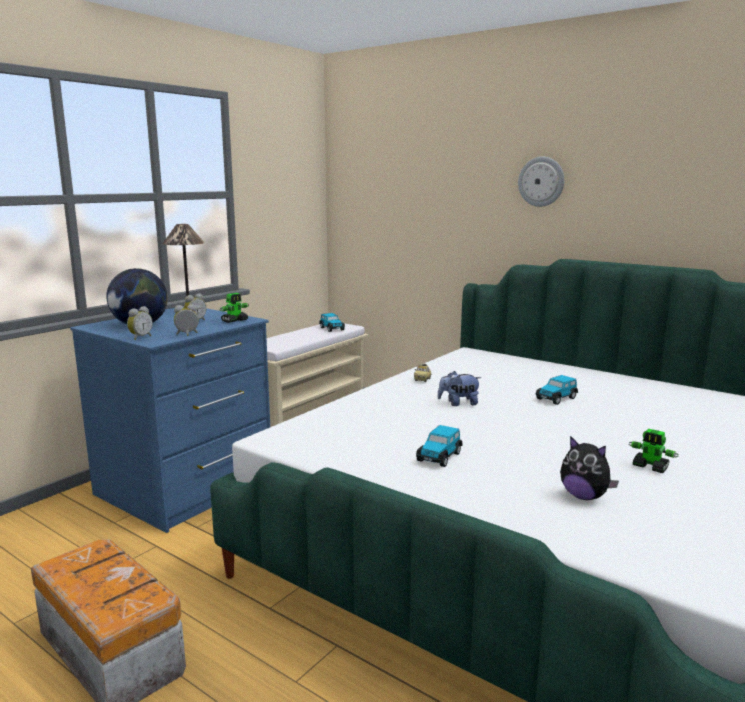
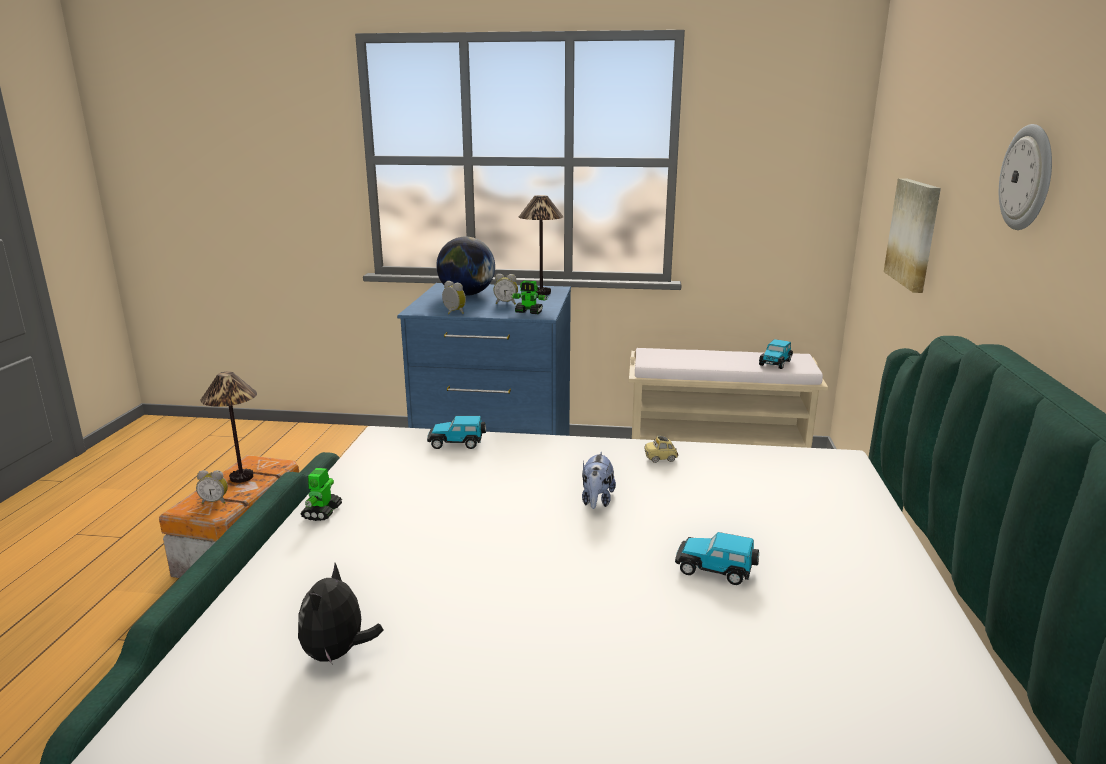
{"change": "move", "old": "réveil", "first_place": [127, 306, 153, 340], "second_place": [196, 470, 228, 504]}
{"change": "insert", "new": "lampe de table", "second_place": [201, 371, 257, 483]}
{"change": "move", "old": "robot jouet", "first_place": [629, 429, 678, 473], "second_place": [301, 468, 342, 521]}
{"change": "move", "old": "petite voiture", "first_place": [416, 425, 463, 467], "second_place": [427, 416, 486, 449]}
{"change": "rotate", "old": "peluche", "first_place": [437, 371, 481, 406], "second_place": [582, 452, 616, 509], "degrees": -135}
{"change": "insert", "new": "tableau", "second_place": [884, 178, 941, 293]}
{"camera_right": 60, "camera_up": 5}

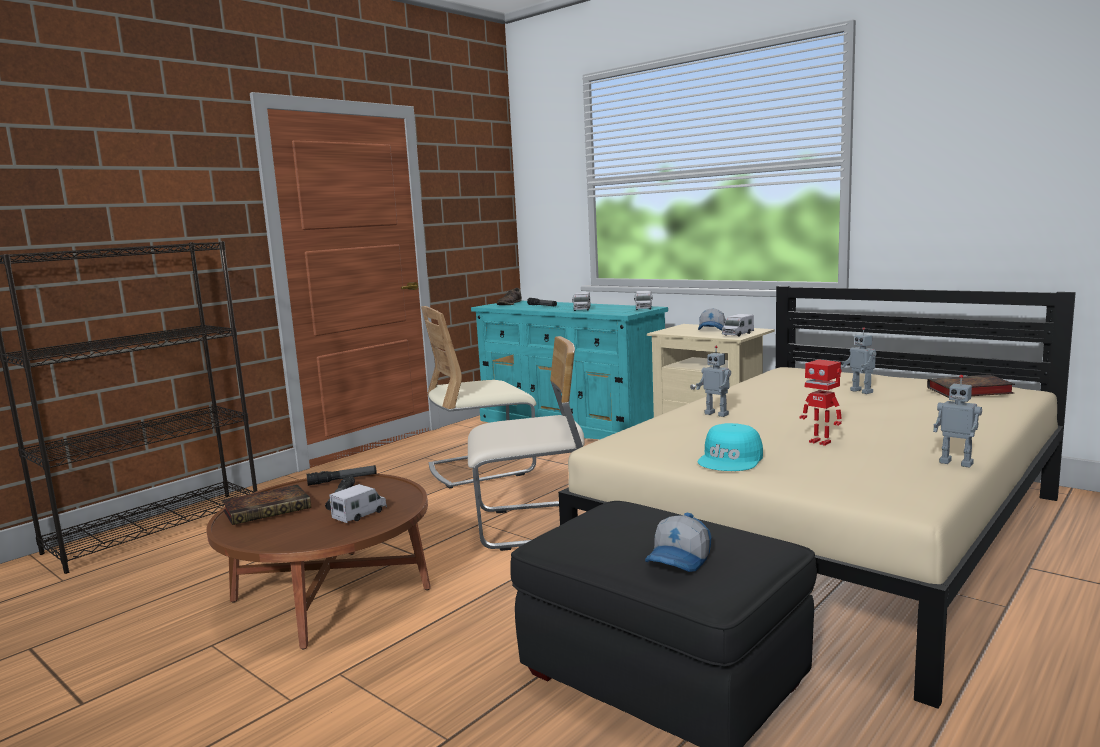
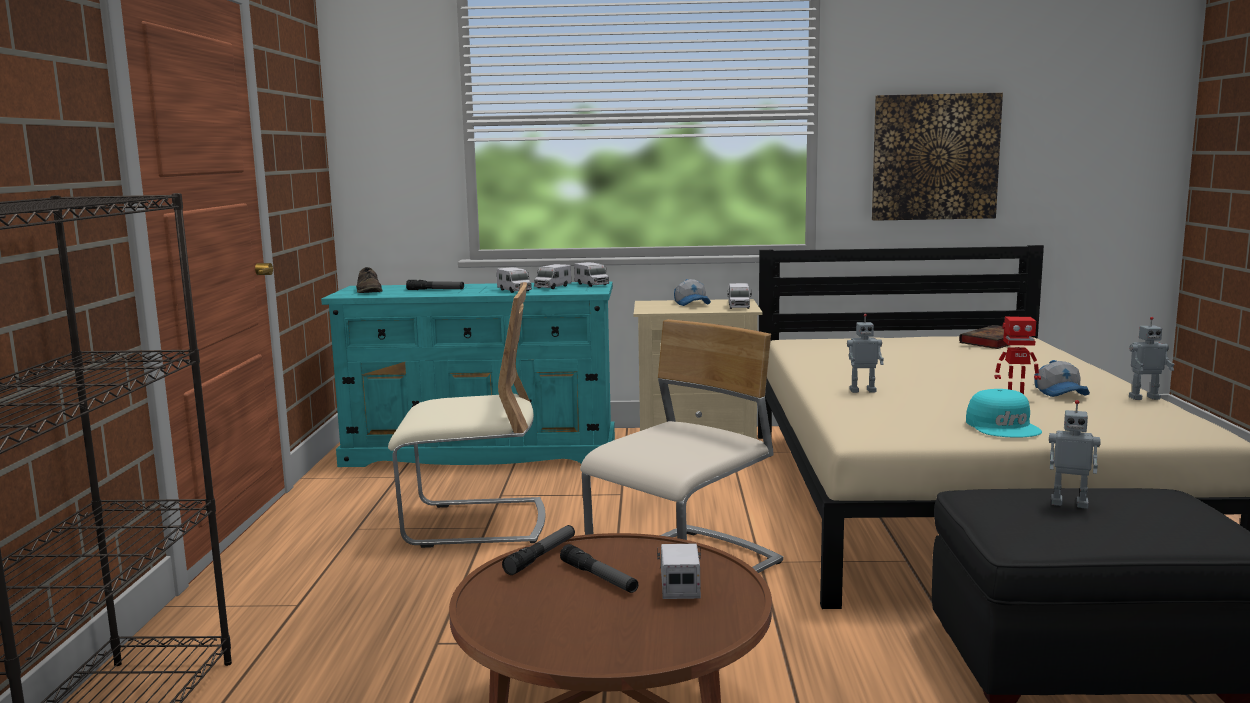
{"change": "rotate", "old": "chaise [beige]", "first_place": [421, 306, 536, 489], "second_place": [388, 282, 545, 548], "degrees": -120}
{"change": "insert", "new": "camion jouet", "second_place": [534, 264, 572, 289]}
{"change": "insert", "new": "tableau", "second_place": [872, 93, 1003, 221]}
{"change": "move", "old": "casquette", "first_place": [645, 512, 711, 572], "second_place": [1034, 360, 1090, 397]}
{"change": "move", "old": "robot jouet", "first_place": [842, 327, 877, 394], "second_place": [1049, 400, 1101, 509]}
{"change": "delete", "old": "livre", "first_place": [222, 485, 311, 525]}
{"camera_right": -40, "camera_up": 0}

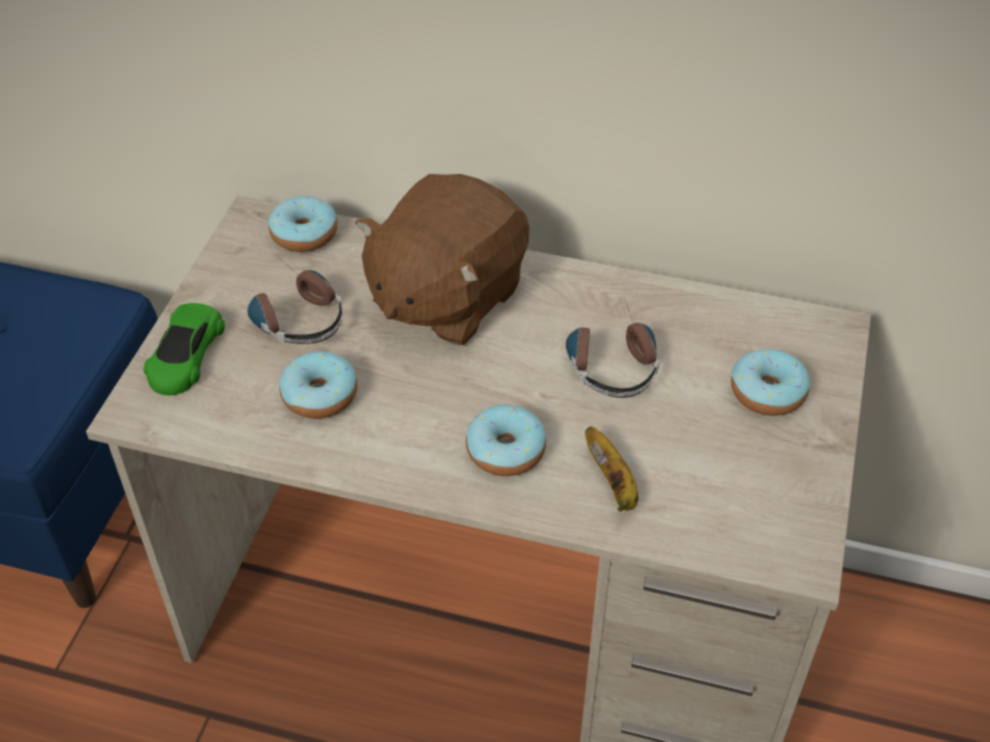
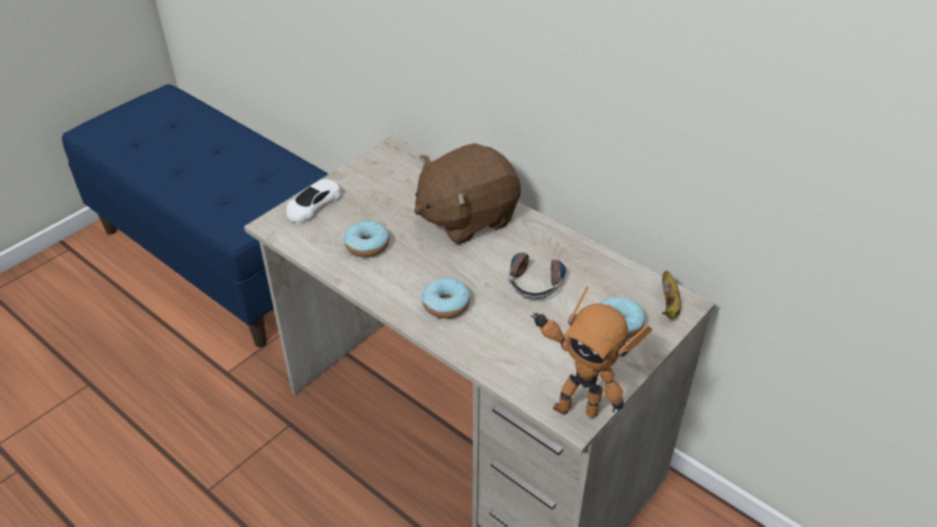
{"change": "recolor", "old": "petite voiture [vert]", "new": "petite voiture [blanc]", "first_place": [144, 303, 225, 395], "second_place": [286, 179, 341, 223]}
{"change": "insert", "new": "robot jouet", "second_place": [531, 287, 652, 418]}
{"change": "move", "old": "banane", "first_place": [585, 426, 638, 512], "second_place": [662, 271, 681, 319]}
{"change": "delete", "old": "casque audio", "first_place": [248, 257, 343, 344]}
{"change": "delete", "old": "beignet", "first_place": [268, 196, 338, 252]}
{"camera_right": 25, "camera_up": -5}

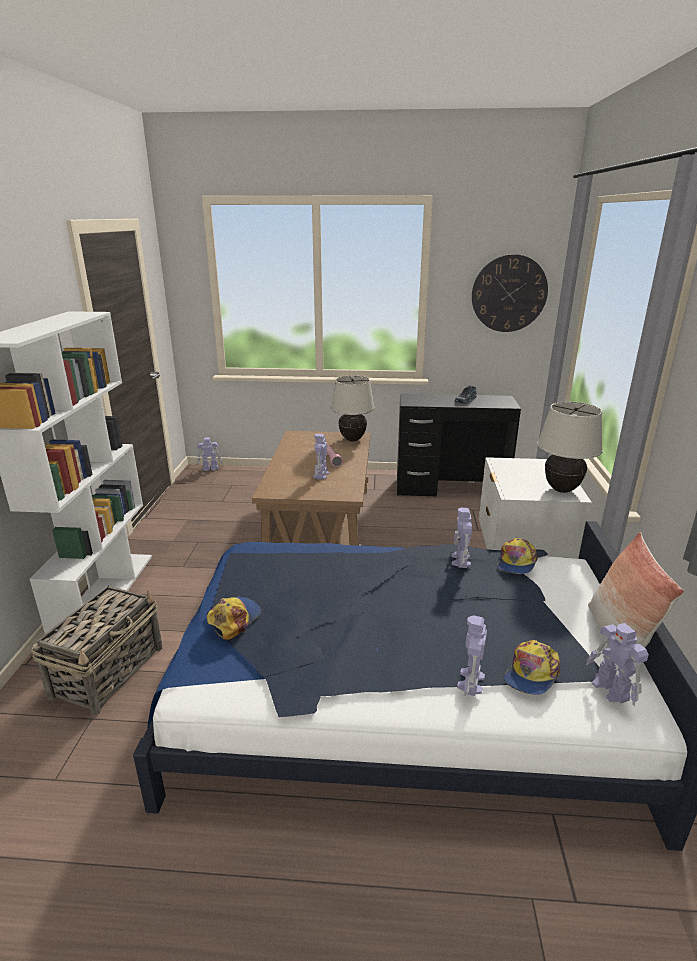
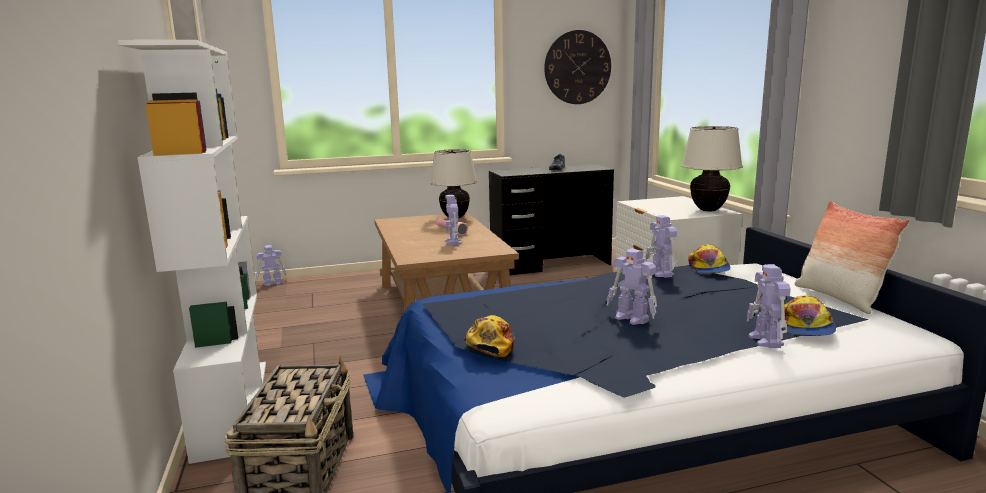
{"change": "move", "old": "robot jouet", "first_place": [586, 623, 649, 706], "second_place": [607, 249, 657, 325]}
{"camera_right": -20, "camera_up": -10}

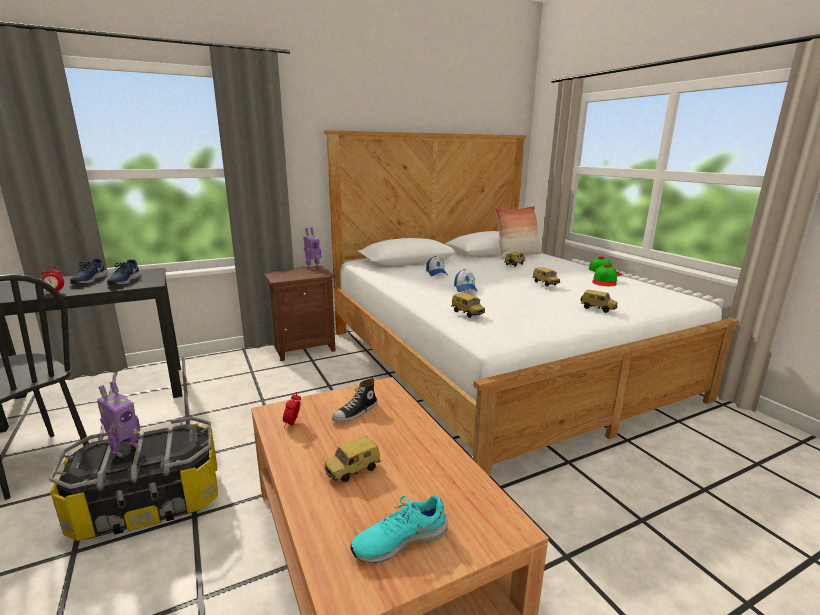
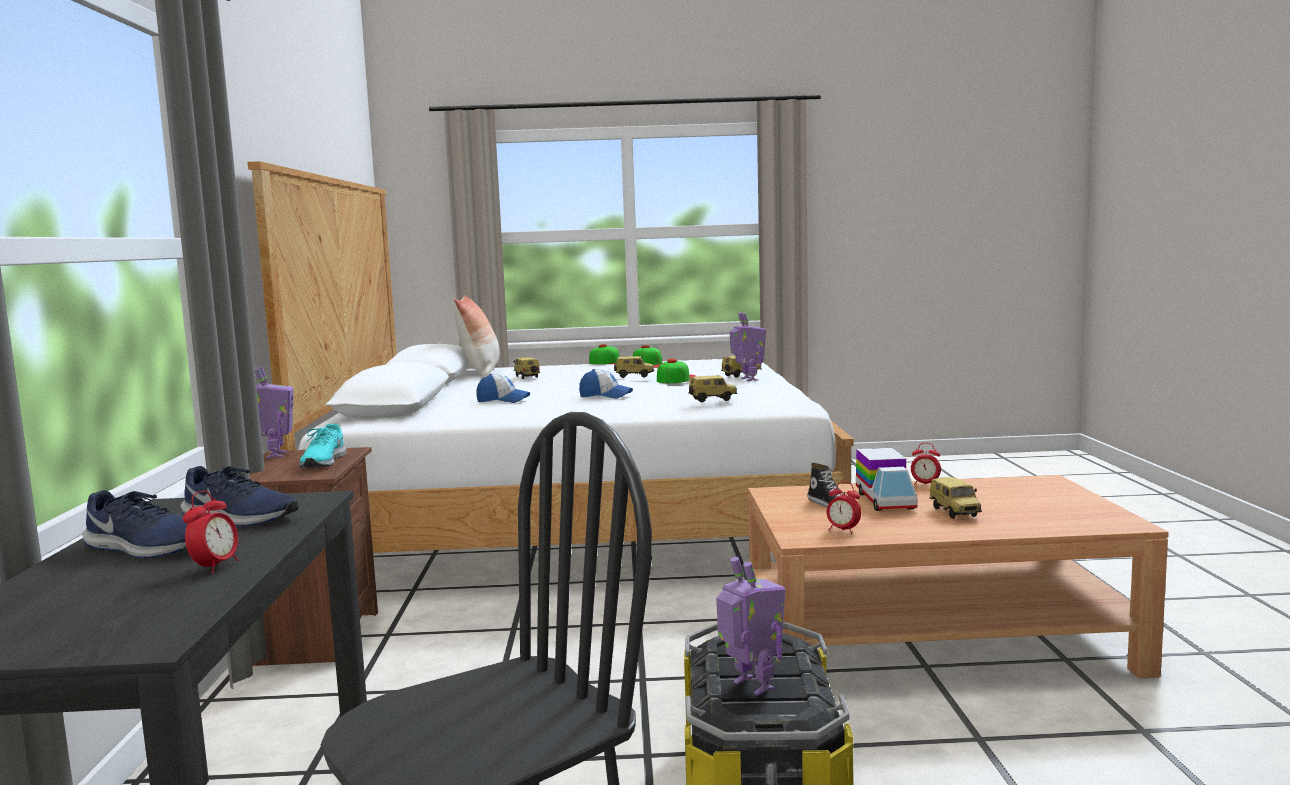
{"change": "move", "old": "chaussure [turquoise]", "first_place": [351, 495, 448, 564], "second_place": [299, 424, 347, 467]}
{"change": "insert", "new": "casquette", "second_place": [657, 359, 696, 383]}
{"change": "insert", "new": "robot jouet", "second_place": [729, 312, 766, 381]}
{"change": "insert", "new": "camion jouet", "second_place": [856, 448, 917, 511]}
{"change": "insert", "new": "réveil", "second_place": [911, 443, 941, 485]}
{"camera_right": -65, "camera_up": -10}

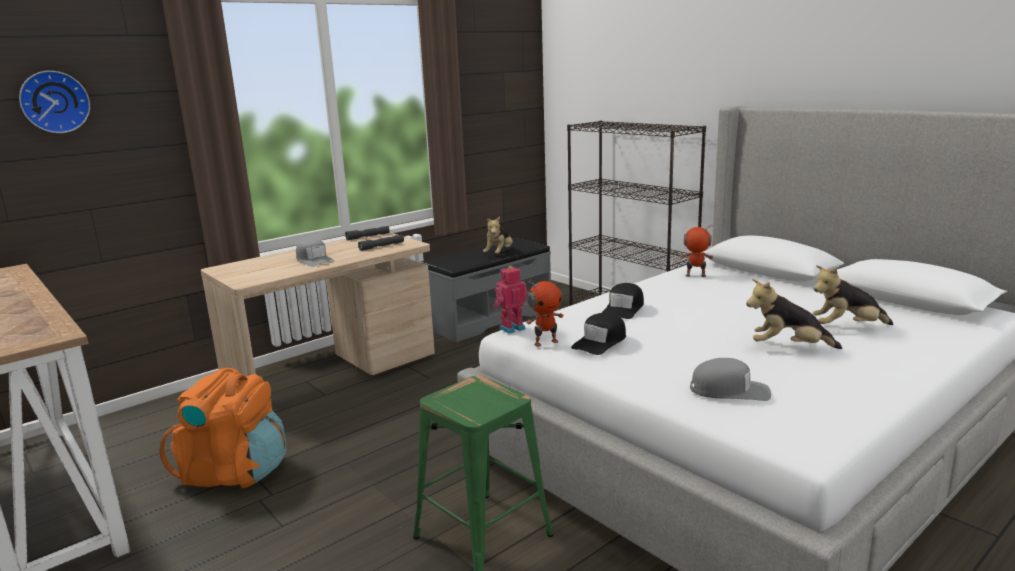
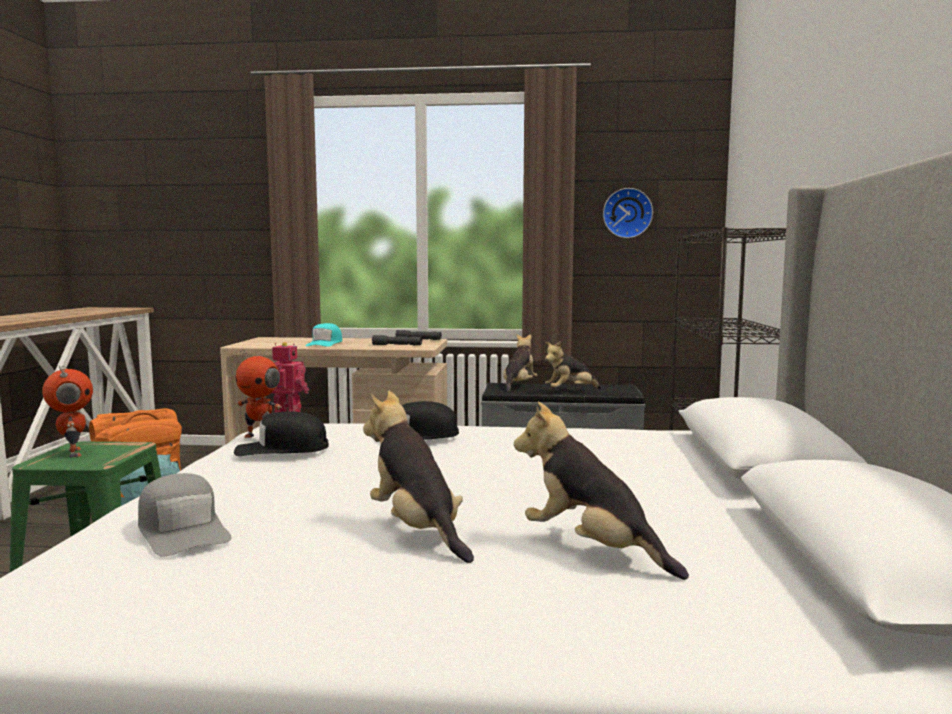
{"change": "move", "old": "robot jouet", "first_place": [680, 224, 713, 277], "second_place": [42, 365, 93, 457]}
{"change": "recolor", "old": "casquette [gris]", "new": "casquette [turquoise]", "first_place": [296, 239, 335, 267], "second_place": [305, 323, 342, 347]}
{"change": "insert", "new": "peluche", "second_place": [503, 333, 537, 392]}
{"change": "move", "old": "horloge murale", "first_place": [19, 71, 90, 133], "second_place": [603, 188, 653, 238]}
{"camera_right": 45, "camera_up": -10}

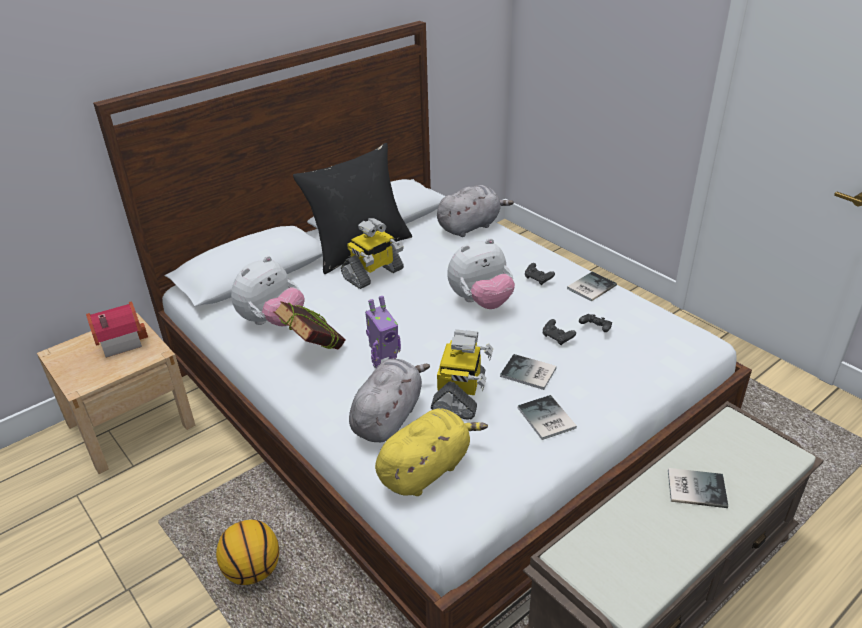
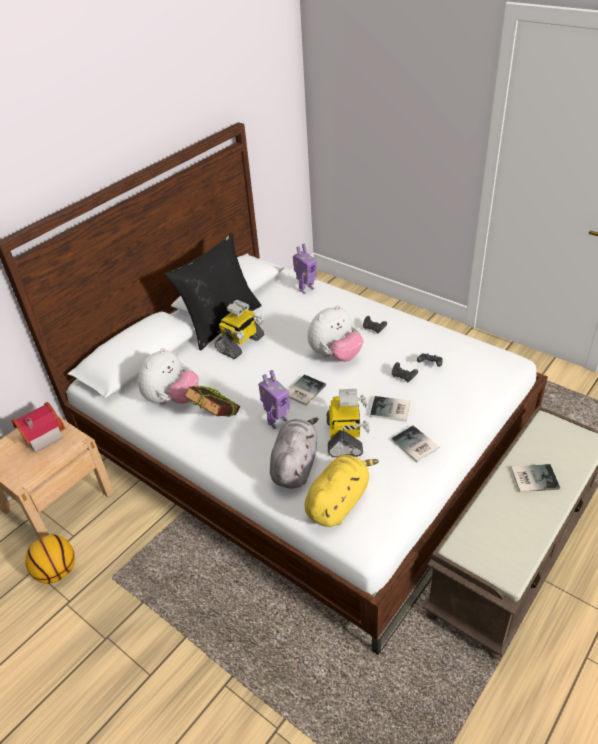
{"change": "move", "old": "ballon de basket", "first_place": [216, 520, 279, 585], "second_place": [25, 535, 75, 584]}
{"change": "move", "old": "livre", "first_place": [567, 272, 617, 301], "second_place": [288, 374, 326, 406]}
{"change": "replace", "old": "peluche [gris]", "new": "robot jouet", "first_place": [437, 185, 514, 237], "second_place": [293, 244, 317, 294]}
{"camera_right": -10, "camera_up": 5}

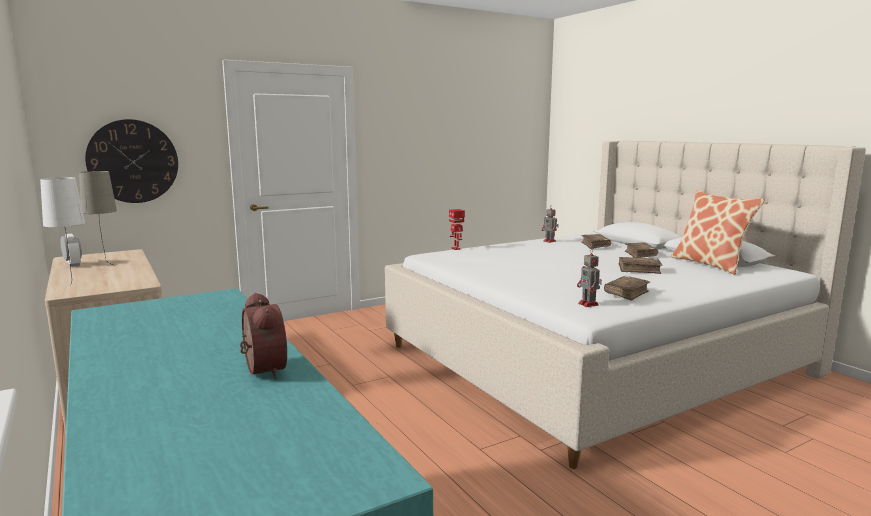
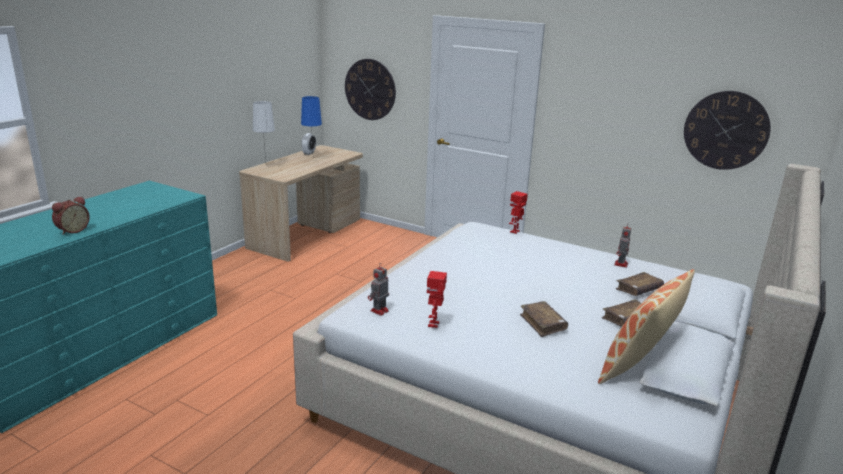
{"change": "recolor", "old": "lampe de table [beige]", "new": "lampe de table [bleu]", "first_place": [79, 171, 117, 266], "second_place": [301, 96, 322, 160]}
{"change": "replace", "old": "livre [marron]", "new": "robot jouet", "first_place": [604, 276, 650, 301], "second_place": [427, 271, 447, 328]}
{"change": "insert", "new": "horloge murale", "second_place": [684, 91, 771, 170]}
{"camera_right": 60, "camera_up": 10}

